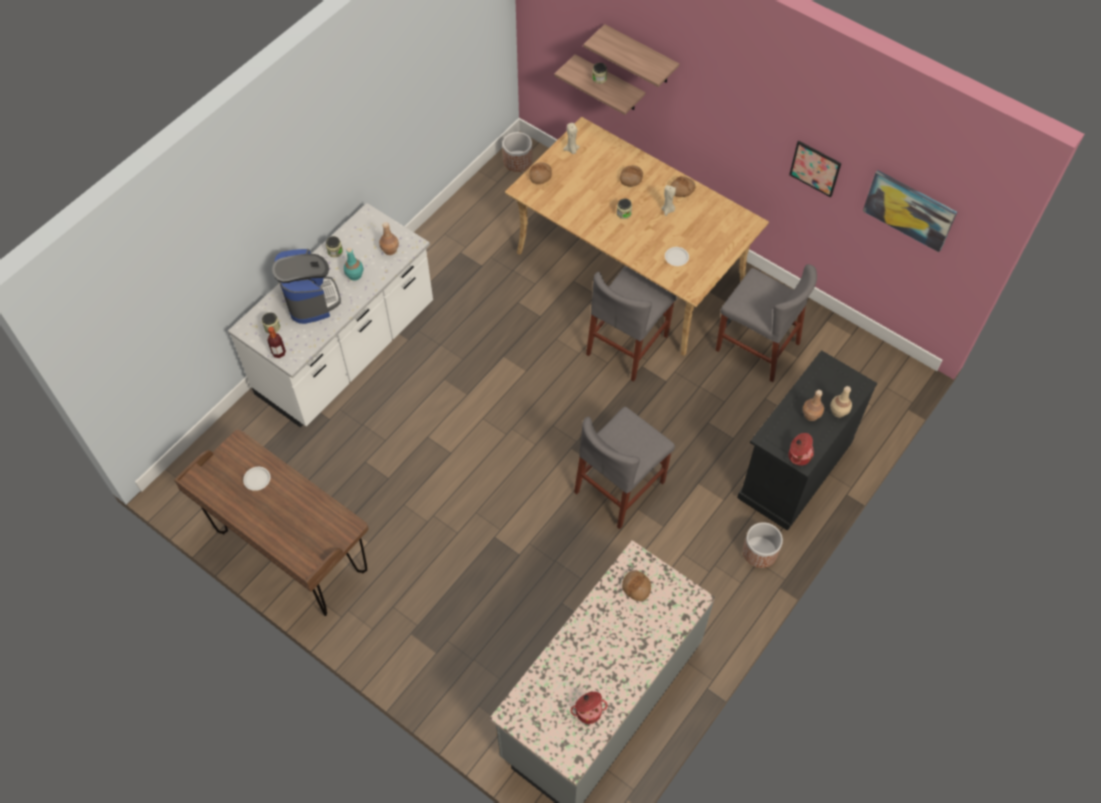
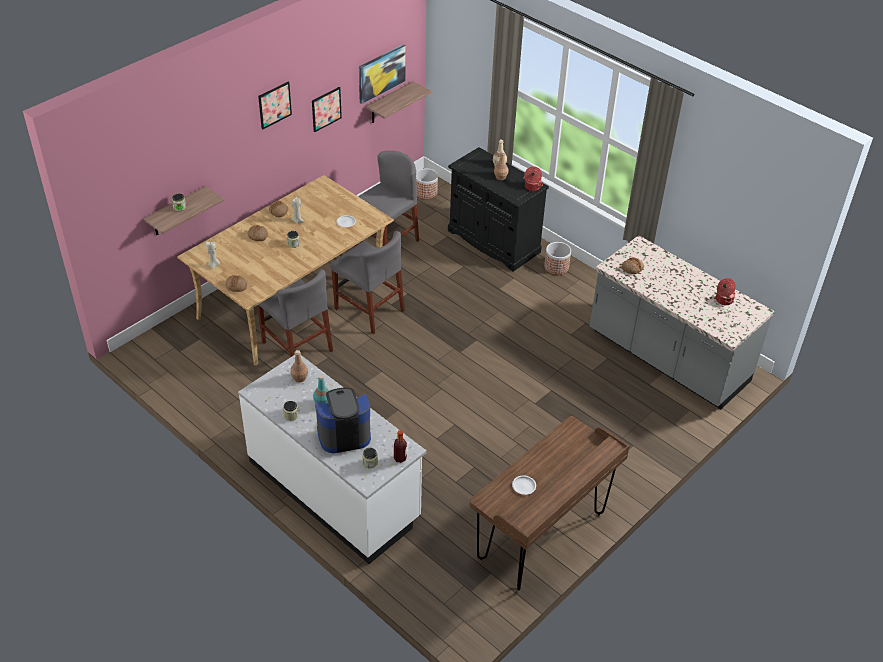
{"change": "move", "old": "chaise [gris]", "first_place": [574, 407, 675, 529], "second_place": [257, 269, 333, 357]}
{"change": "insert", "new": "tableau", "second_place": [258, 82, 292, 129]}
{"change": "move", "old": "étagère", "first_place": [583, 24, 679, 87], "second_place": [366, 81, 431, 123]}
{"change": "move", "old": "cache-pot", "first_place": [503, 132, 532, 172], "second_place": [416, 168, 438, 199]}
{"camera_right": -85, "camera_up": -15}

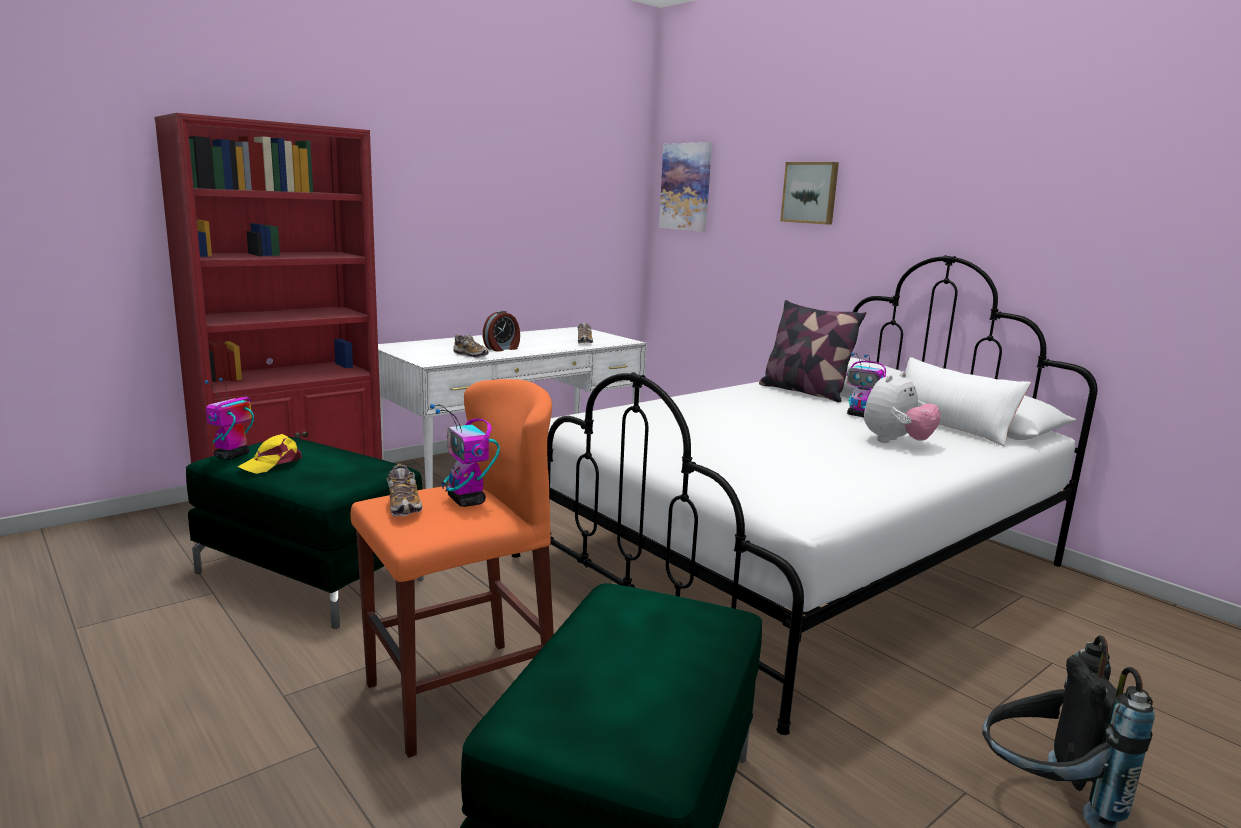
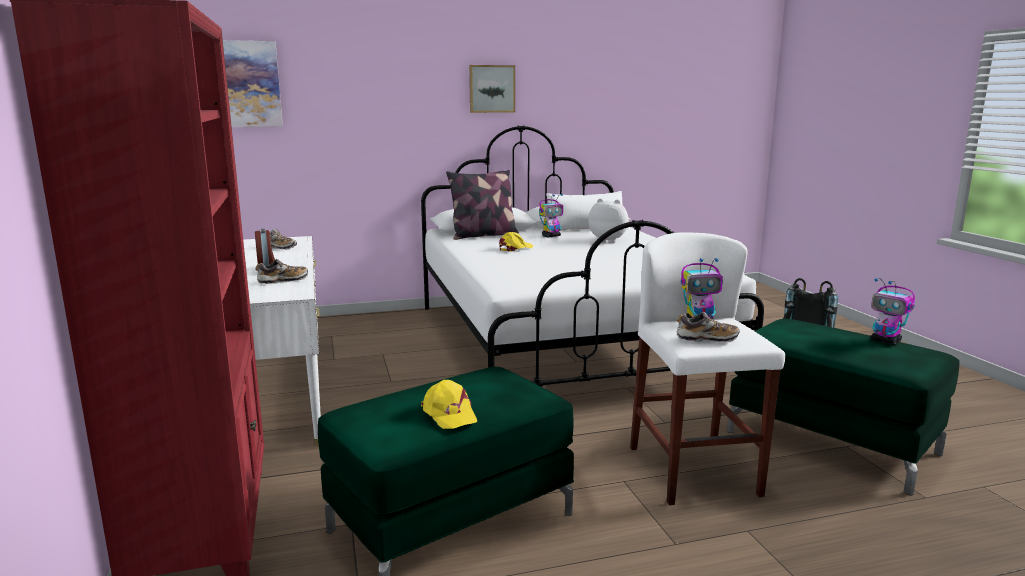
{"change": "move", "old": "tableau", "first_place": [780, 162, 839, 225], "second_place": [469, 65, 515, 113]}
{"change": "insert", "new": "casquette [jaune]", "second_place": [499, 232, 533, 252]}
{"change": "rotate", "old": "peluche", "first_place": [864, 372, 941, 443], "second_place": [588, 198, 629, 243], "degrees": -45}
{"change": "recolor", "old": "tabouret [orange]", "new": "tabouret [blanc]", "first_place": [351, 379, 554, 758], "second_place": [630, 232, 785, 505]}
{"change": "move", "old": "robot jouet", "first_place": [205, 378, 254, 460], "second_place": [871, 278, 915, 345]}
{"camera_right": -65, "camera_up": 0}

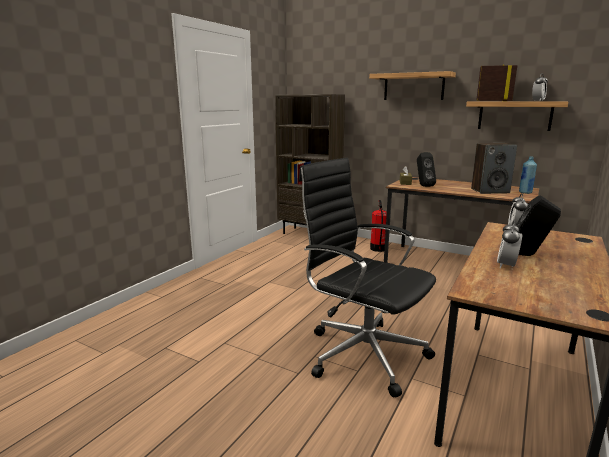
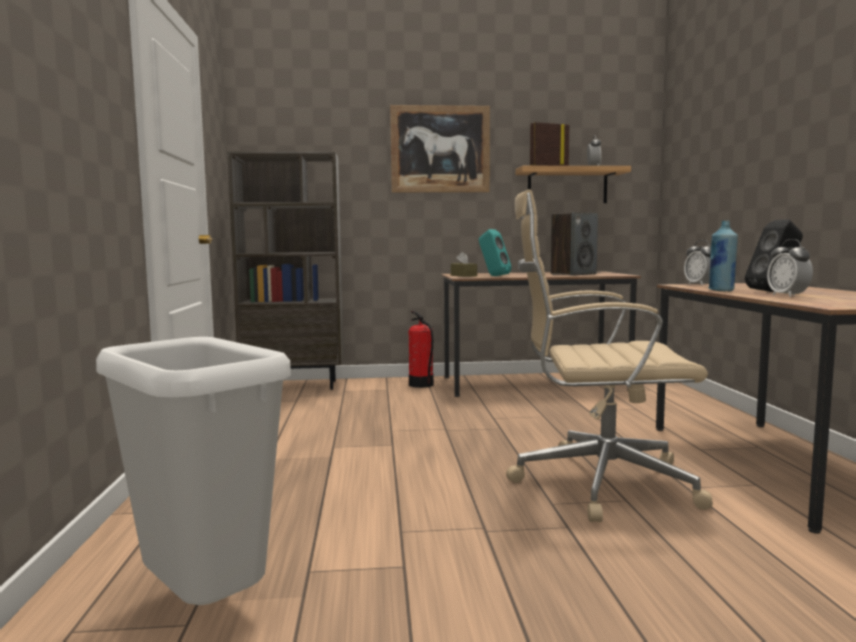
{"change": "insert", "new": "poubelle [blanc]", "second_place": [96, 337, 291, 605]}
{"change": "replace", "old": "étagère", "new": "tableau", "first_place": [369, 71, 456, 100], "second_place": [390, 105, 490, 193]}
{"change": "recolor", "old": "enceinte [noir]", "new": "enceinte [turquoise]", "first_place": [417, 152, 436, 187], "second_place": [479, 229, 512, 276]}
{"change": "recolor", "old": "chaise de bureau [noir]", "new": "chaise de bureau [beige]", "first_place": [299, 158, 436, 397], "second_place": [506, 190, 713, 522]}
{"change": "move", "old": "bouteille [bleu]", "first_place": [519, 157, 537, 194], "second_place": [708, 221, 738, 291]}
{"camera_right": -35, "camera_up": -10}

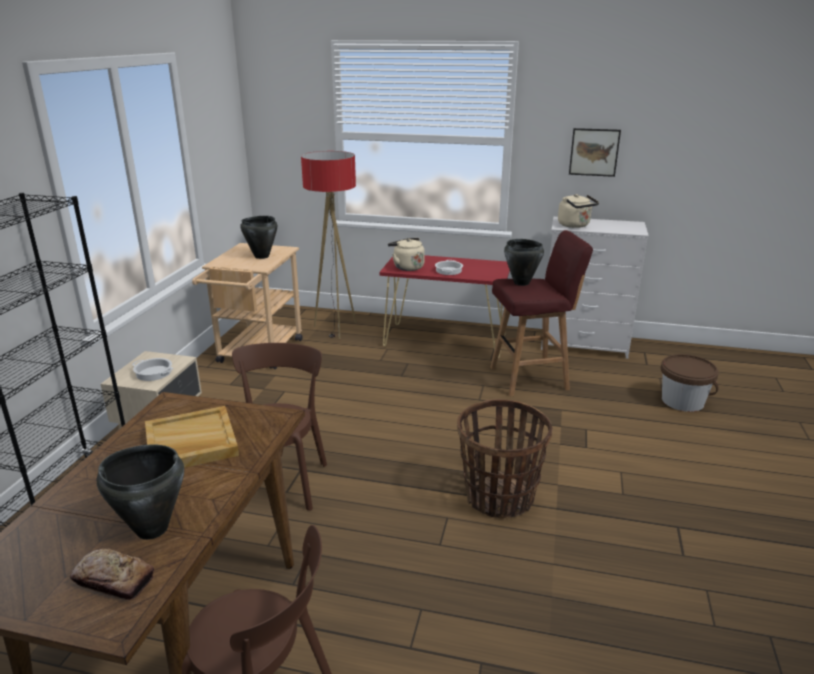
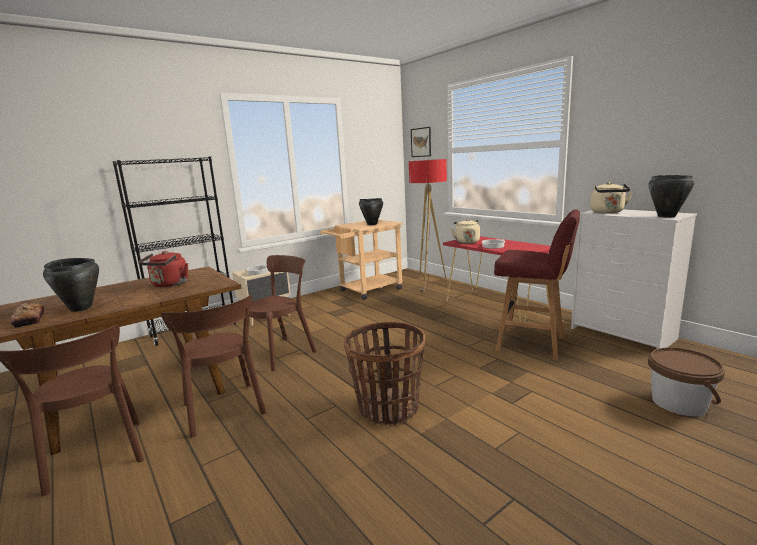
{"change": "replace", "old": "plateau [beige]", "new": "bouilloire [rouge]", "first_place": [145, 406, 239, 468], "second_place": [138, 251, 188, 287]}
{"change": "insert", "new": "chaise [marron]", "second_place": [161, 295, 266, 438]}
{"change": "move", "old": "tableau", "first_place": [569, 128, 621, 177], "second_place": [411, 127, 431, 157]}
{"change": "move", "old": "marmite [noir]", "first_place": [504, 239, 544, 286], "second_place": [649, 175, 694, 218]}
{"camera_right": 40, "camera_up": -10}

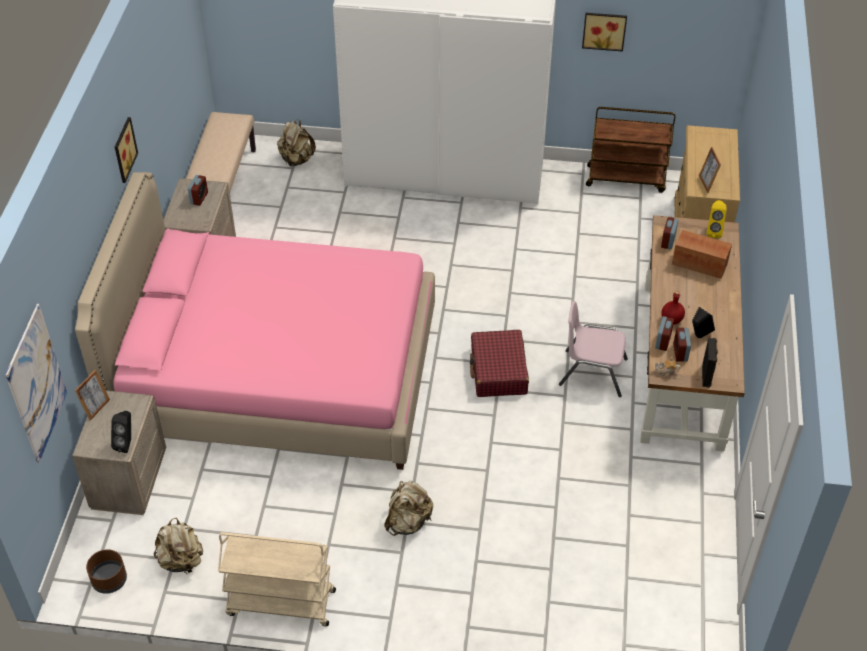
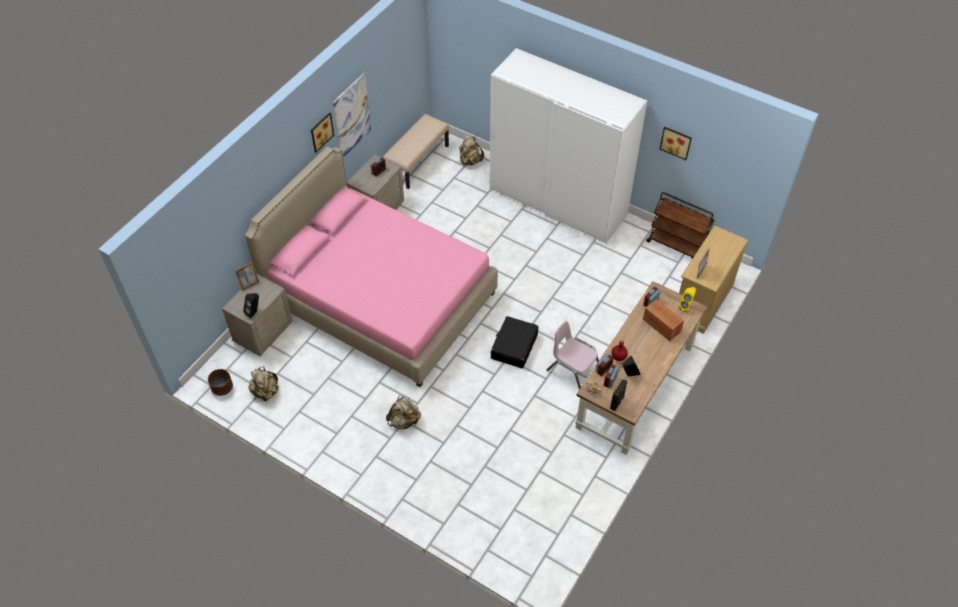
{"change": "move", "old": "tableau", "first_place": [5, 304, 67, 463], "second_place": [333, 73, 371, 158]}
{"change": "recolor", "old": "valise [rouge]", "new": "valise [noir]", "first_place": [470, 330, 529, 397], "second_place": [491, 316, 538, 368]}
{"change": "delete", "old": "chariot [beige]", "first_place": [218, 532, 336, 626]}
{"camera_right": 25, "camera_up": 5}

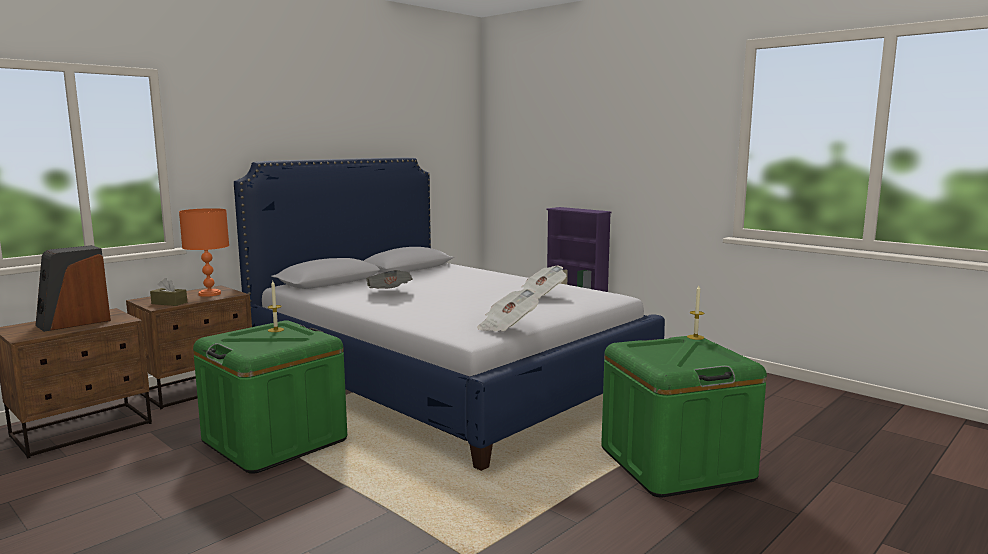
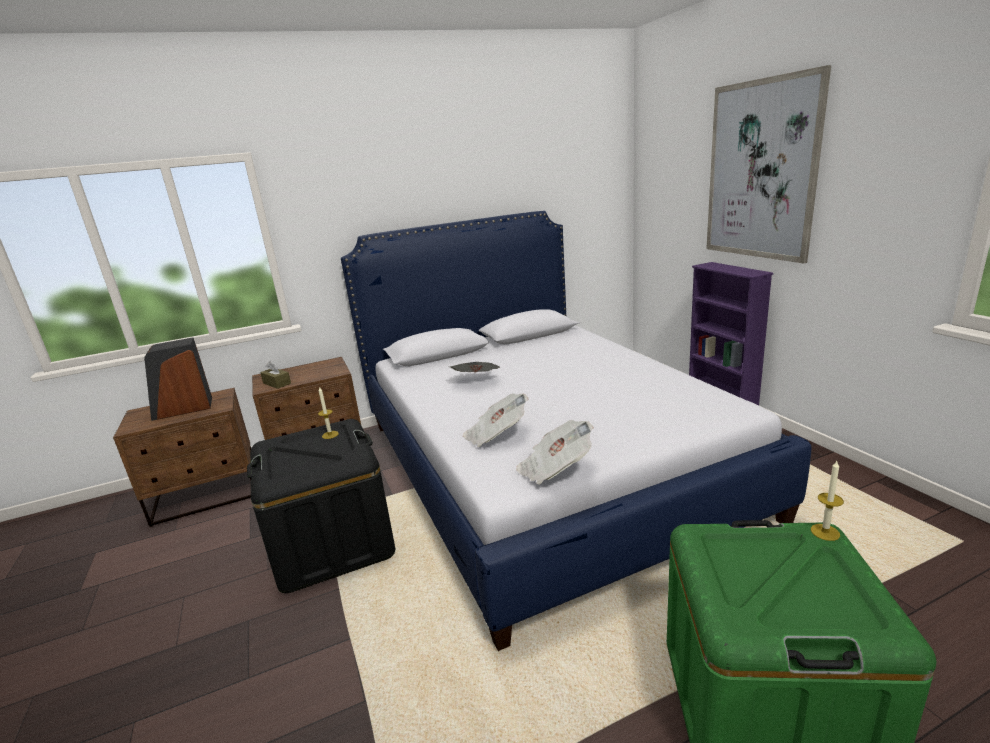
{"change": "recolor", "old": "boîte de rangement [vert]", "new": "boîte de rangement [noir]", "first_place": [193, 320, 347, 474], "second_place": [247, 419, 395, 593]}
{"change": "move", "old": "journal", "first_place": [521, 266, 566, 299], "second_place": [463, 393, 528, 447]}
{"change": "insert", "new": "tableau", "second_place": [706, 65, 831, 264]}
{"change": "delete", "old": "lampe de table [orange]", "first_place": [179, 208, 229, 297]}
{"camera_right": 25, "camera_up": 10}

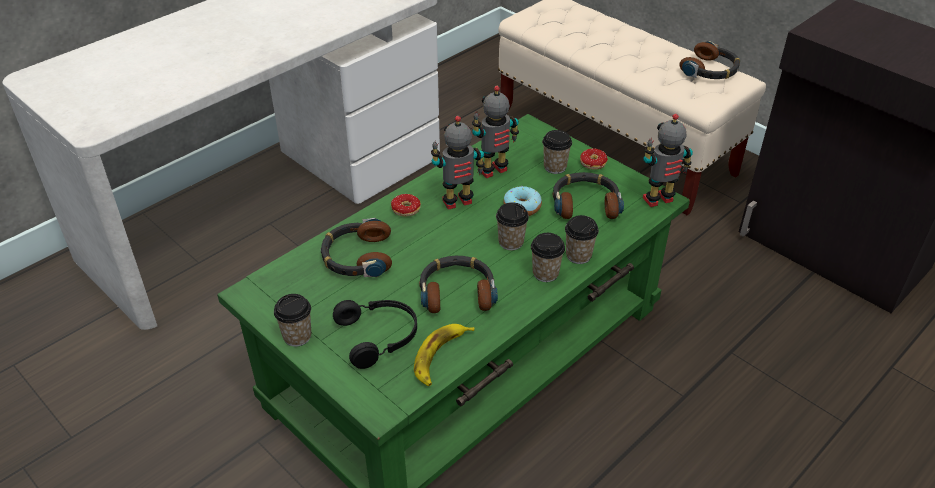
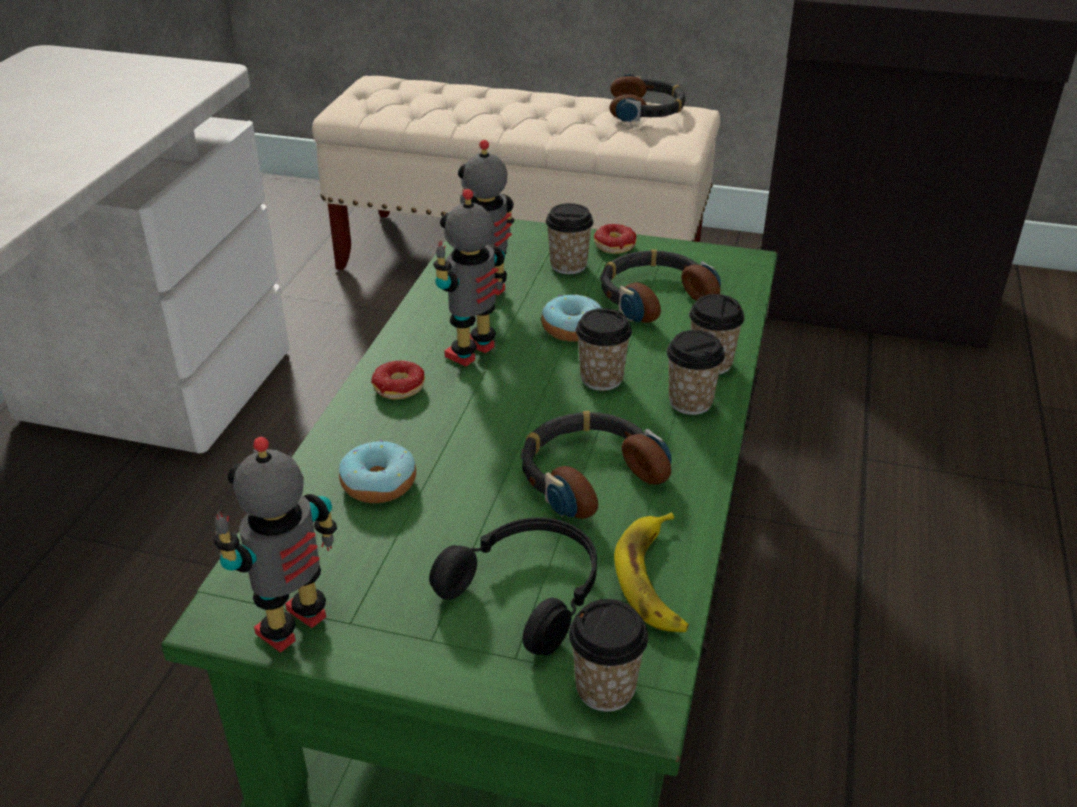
{"change": "move", "old": "robot jouet", "first_place": [643, 114, 693, 207], "second_place": [214, 437, 337, 653]}
{"change": "replace", "old": "casque audio", "new": "beignet", "first_place": [321, 218, 392, 277], "second_place": [339, 440, 416, 503]}
{"change": "move", "old": "tasse", "first_place": [274, 294, 311, 347], "second_place": [569, 599, 648, 712]}
{"camera_right": -30, "camera_up": -5}

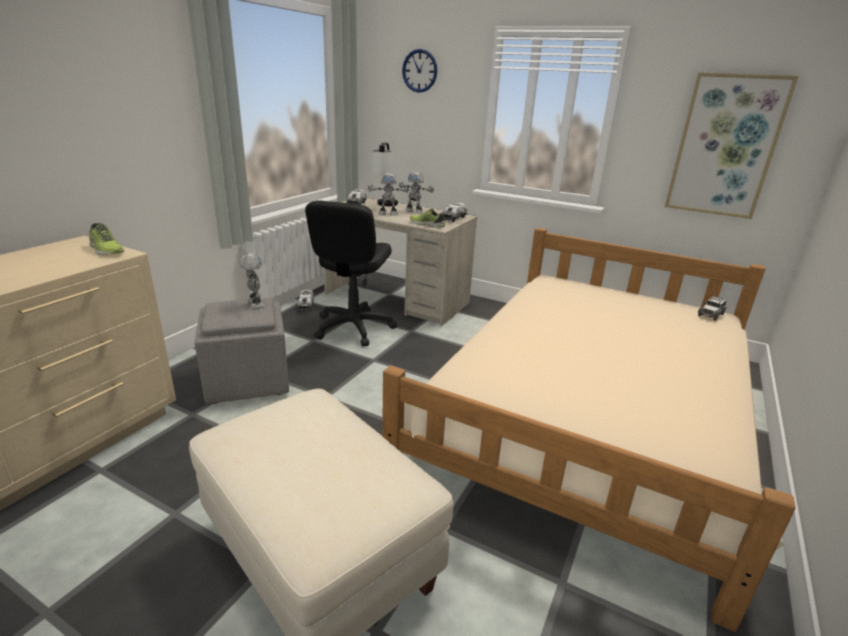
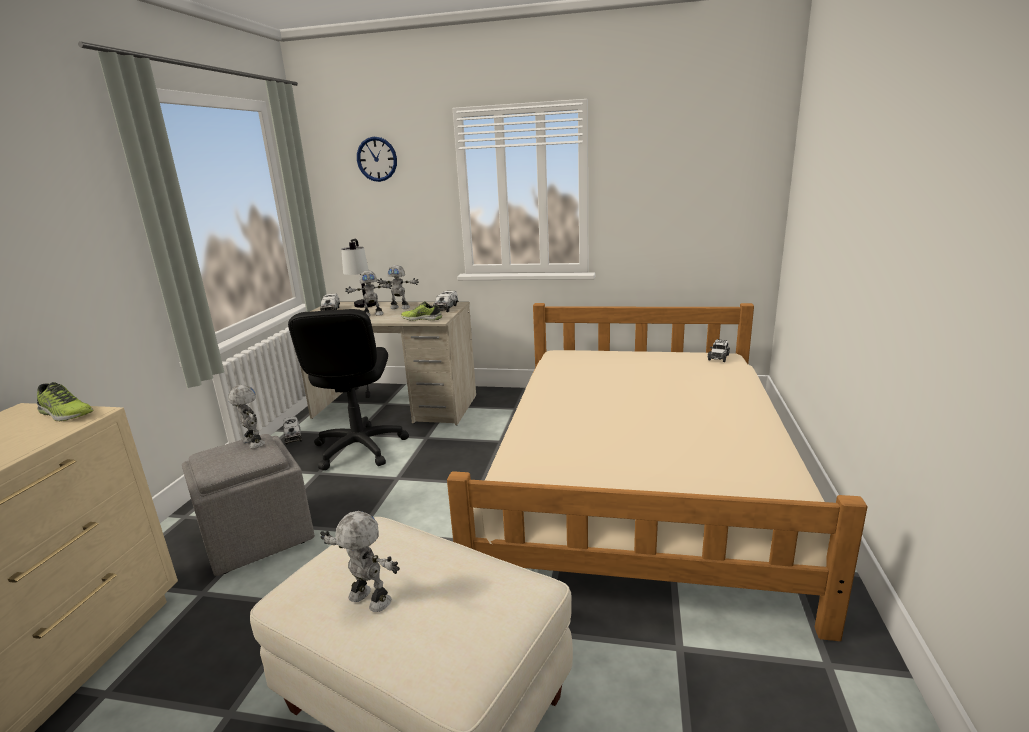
{"change": "insert", "new": "robot jouet", "second_place": [320, 511, 400, 612]}
{"change": "delete", "old": "tableau", "first_place": [665, 72, 799, 219]}
{"camera_right": -15, "camera_up": -5}

